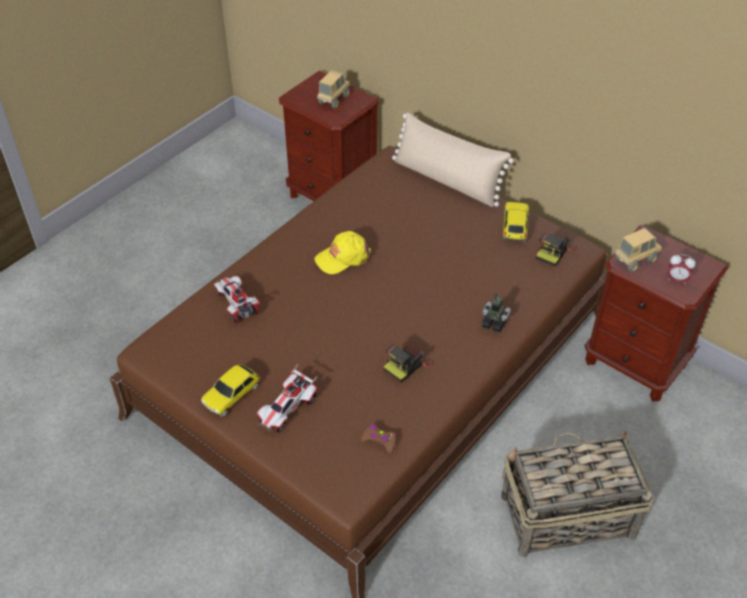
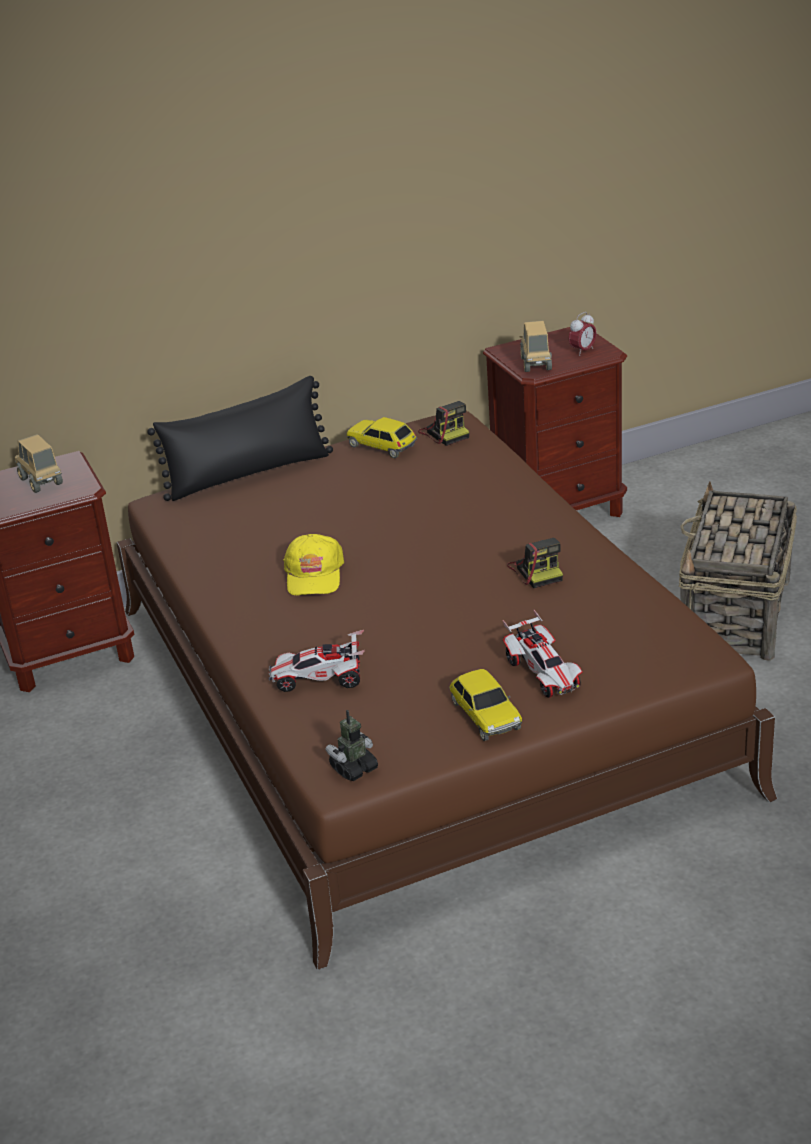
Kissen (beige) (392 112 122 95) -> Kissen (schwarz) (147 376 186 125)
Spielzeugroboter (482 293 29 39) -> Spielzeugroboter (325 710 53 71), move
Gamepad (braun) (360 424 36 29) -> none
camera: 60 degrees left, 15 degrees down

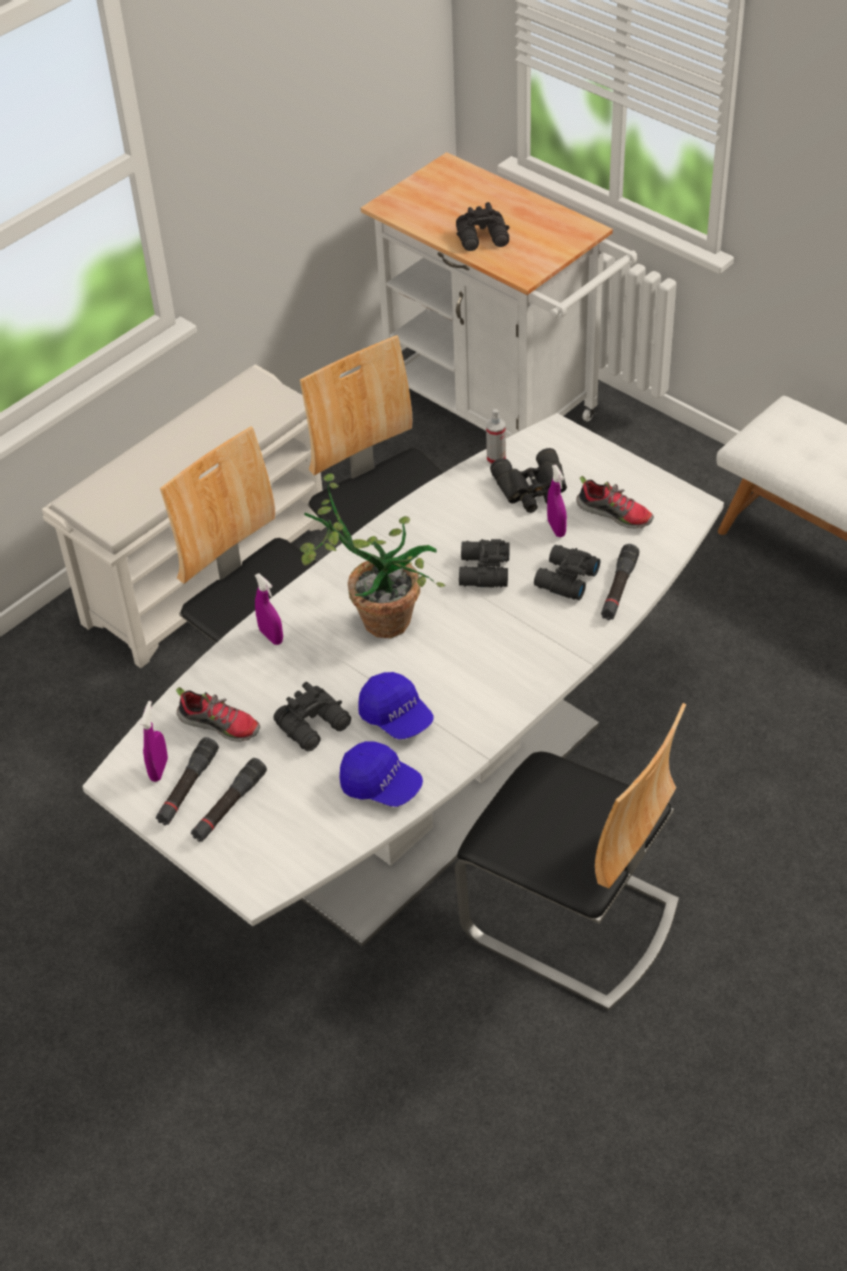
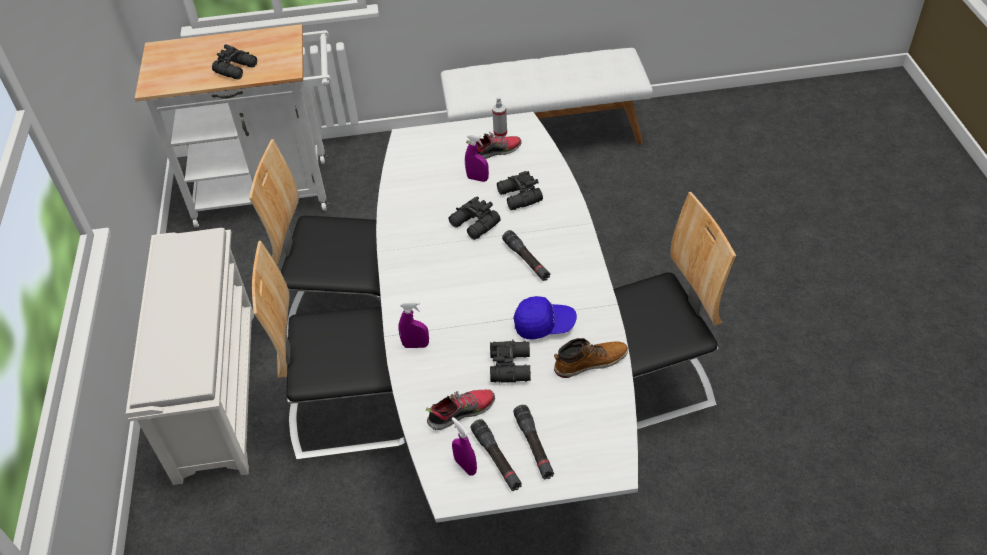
Sprühflasche (486 409 20 55) -> Sprühflasche (492 97 15 40), move
Taschenlampe (schwarz) (601 544 38 76) -> Taschenlampe (schwarz) (502 230 48 51), move
Kappe (blau) (340 741 83 66) -> Stiefel (554 338 74 40)
Topfpflanze (300 473 146 165) -> none
Fernglas (schwarz) (490 448 77 65) -> none
camera: 50 degrees left, 0 degrees up

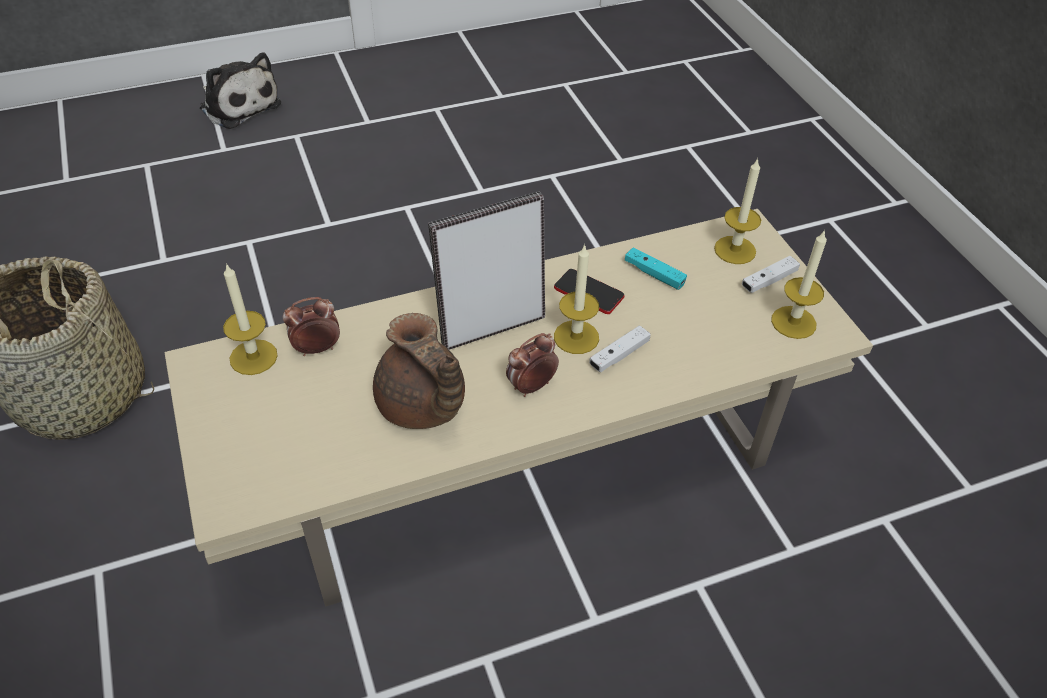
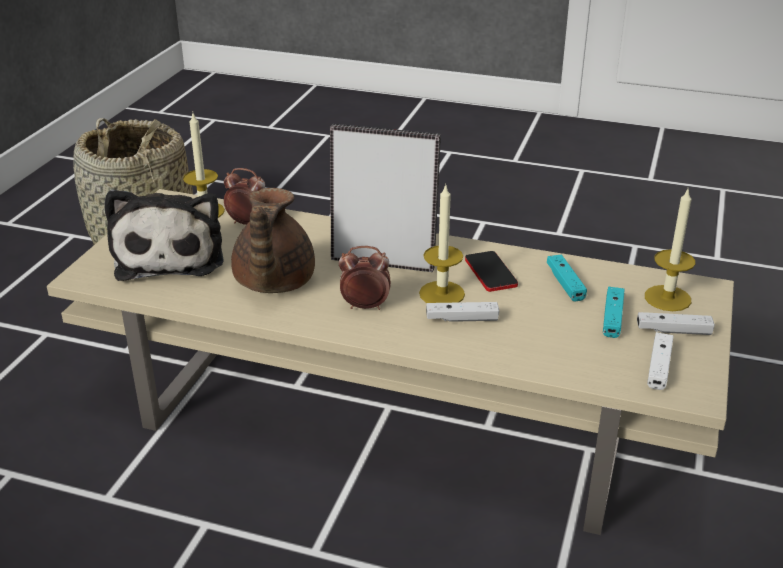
Plüschtier (200 52 81 77) -> Plüschtier (104 189 120 92), move
none -> Gamepad (türkis) (603 287 22 51)
Kerze (771 230 56 109) -> Gamepad (weiß) (647 332 27 58)
camera: 40 degrees right, 15 degrees down

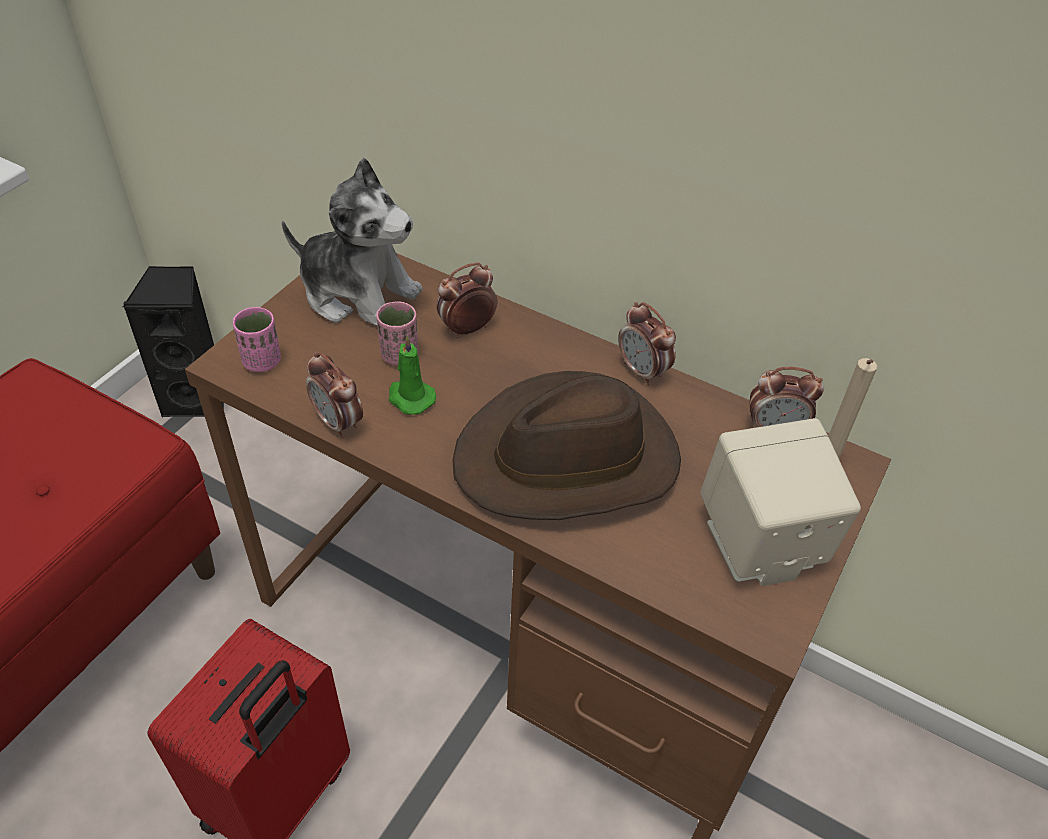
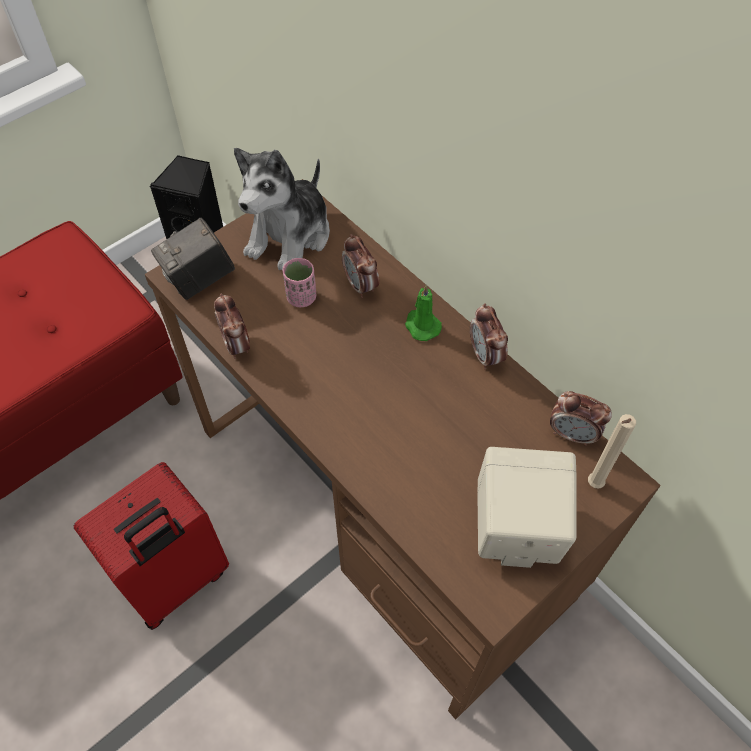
Tasse (rosa) (233 307 48 65) -> Kamera (151 218 84 82)
Plüschtier (282 157 141 169) -> Plüschtier (234 148 96 123), 75 degrees clockwise
Wecker (437 263 61 75) -> Wecker (342 234 37 64), 105 degrees counterclockwise
Kerze (grün) (389 335 47 80) -> Kerze (grün) (405 285 37 56), move
Hut (braun) (452 371 229 149) -> none
camera: 20 degrees right, 10 degrees up

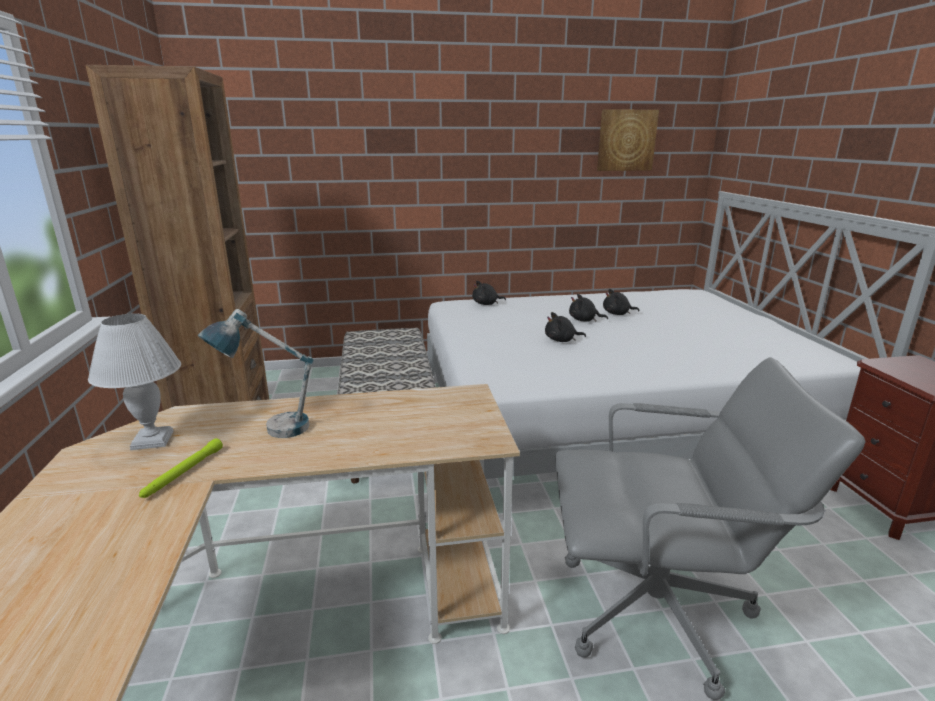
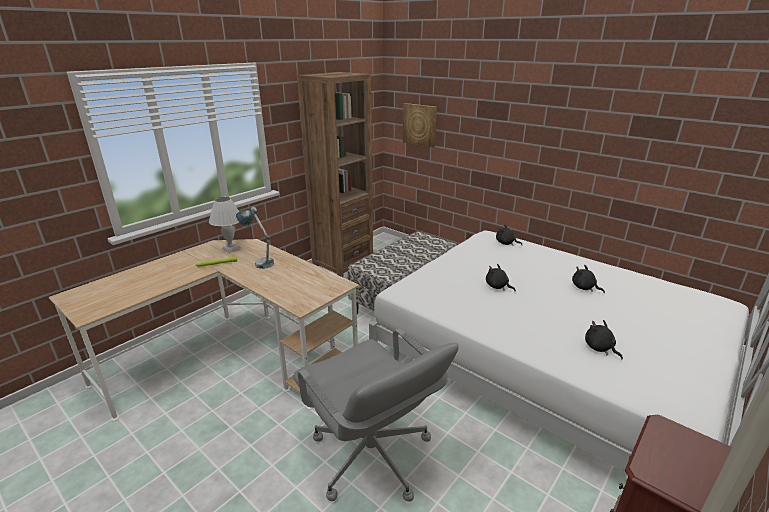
Bild (597 109 62 62) -> Bild (403 103 34 44), move
Plüschtier (schwarz) (569 294 39 28) -> Plüschtier (schwarz) (585 320 38 40), move
camera: 50 degrees right, 5 degrees up

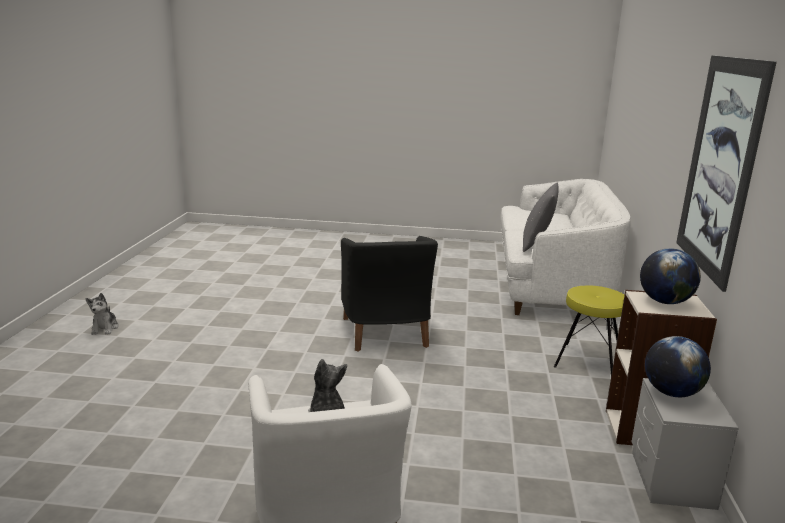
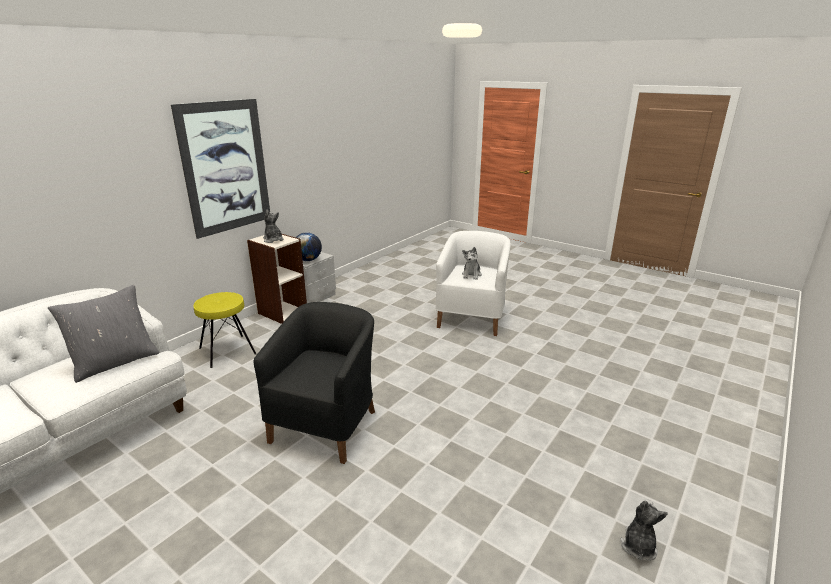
Globus (640 248 61 56) -> Plüschtier (263 210 21 33)
camera: 150 degrees left, 5 degrees up

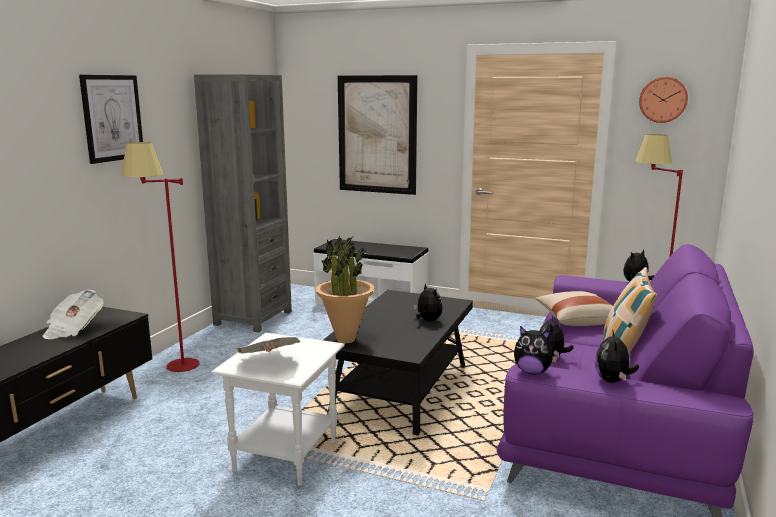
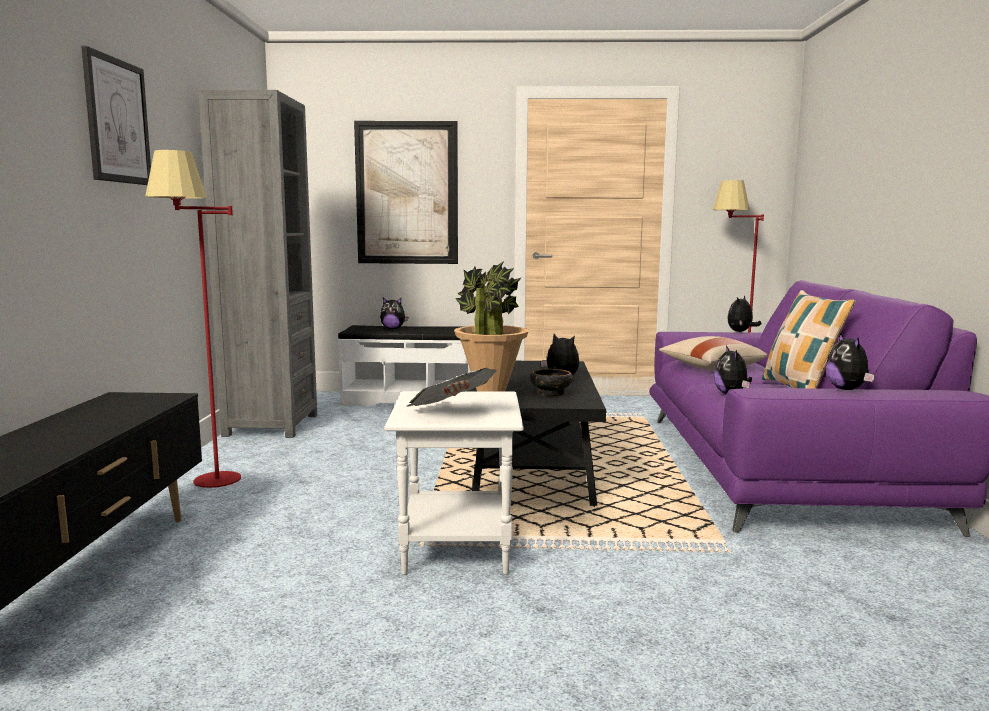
Plüschtier (514 326 44 48) -> Plüschtier (380 298 28 31), move
none -> Schüssel (530 369 43 27)
Zeitung (43 290 61 49) -> none
Wanduhr (639 77 49 46) -> none
camera: 20 degrees left, 5 degrees down

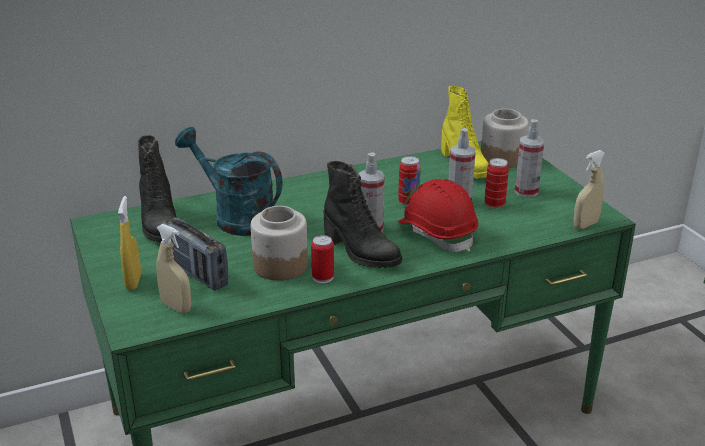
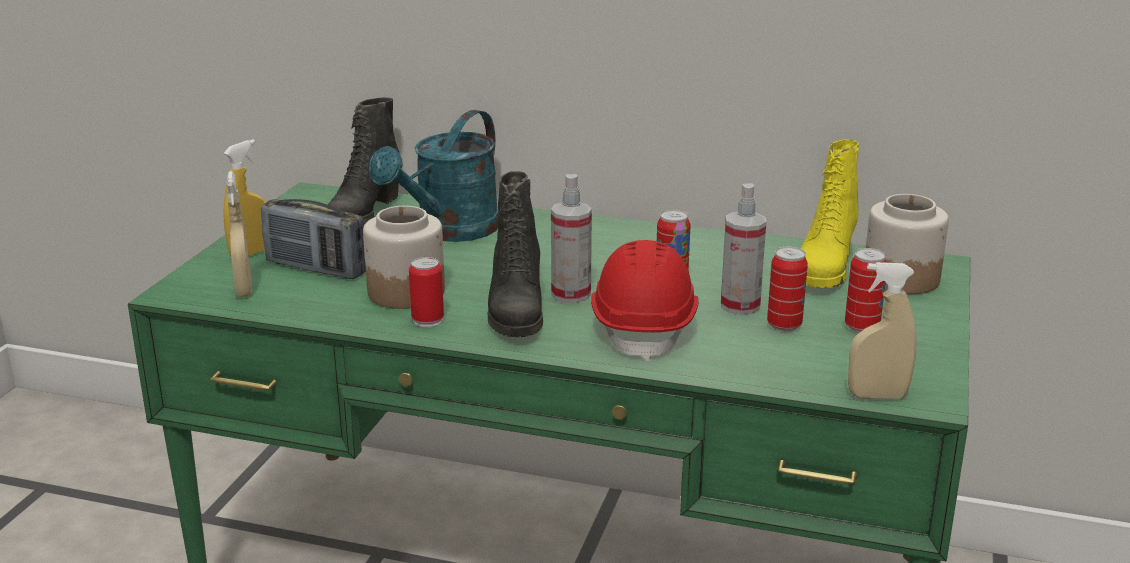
Radio (163 217 65 74) -> Radio (261 199 105 80), 60 degrees counterclockwise
Gießkanne (türkis) (175 127 108 109) -> Gießkanne (türkis) (369 110 129 132), 135 degrees counterclockwise
Sprühflasche (515 119 29 78) -> Dose (845 248 42 85)
camera: 40 degrees right, 5 degrees down

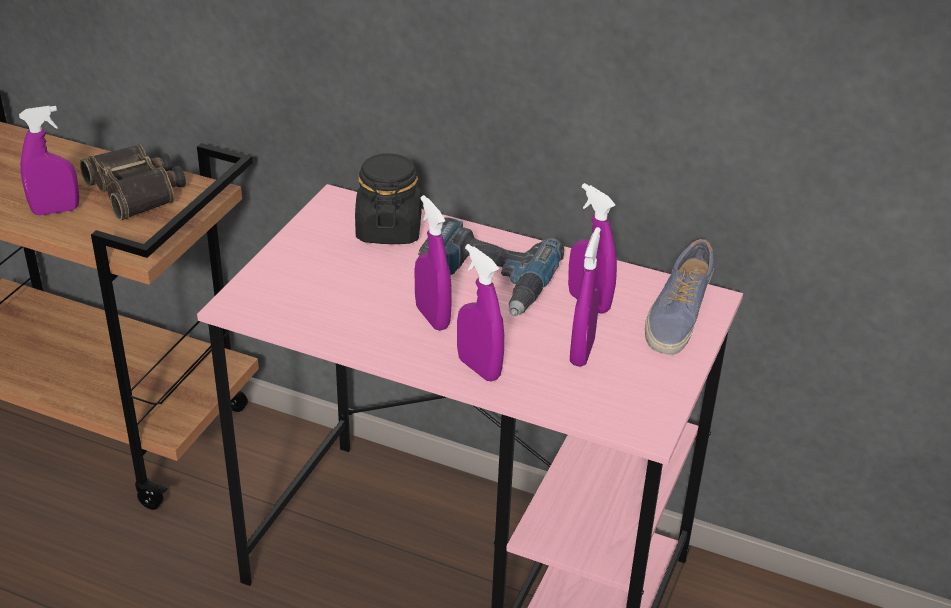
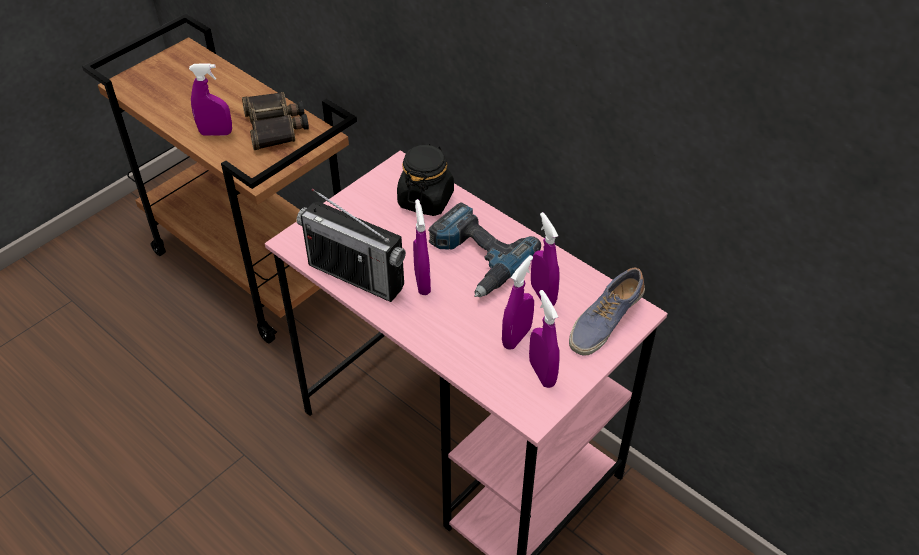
none -> Radio (297 188 109 114)
Sprühflasche (lila) (457 244 47 138) -> Sprühflasche (lila) (529 290 31 98), move
camera: 20 degrees right, 10 degrees up

